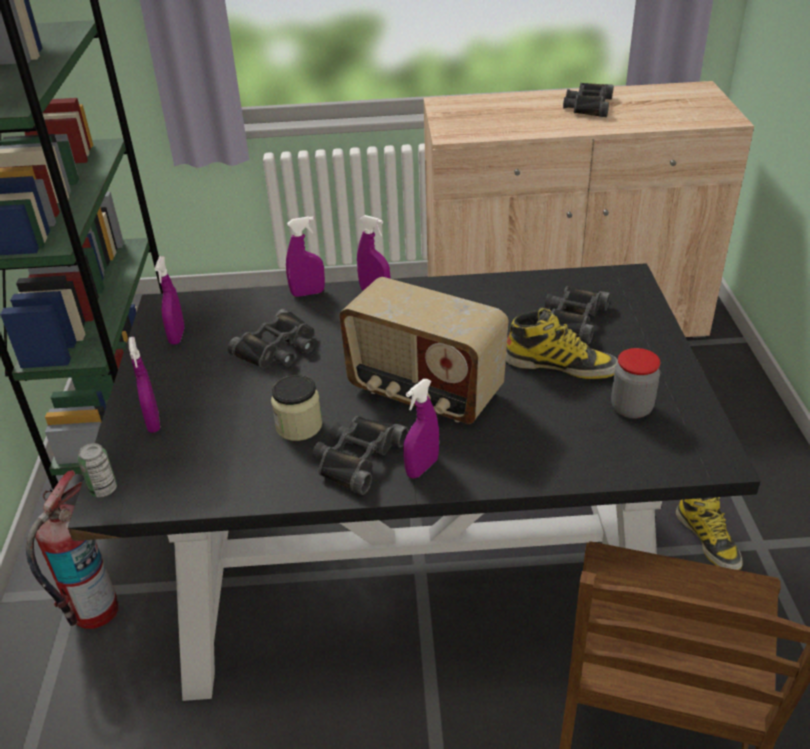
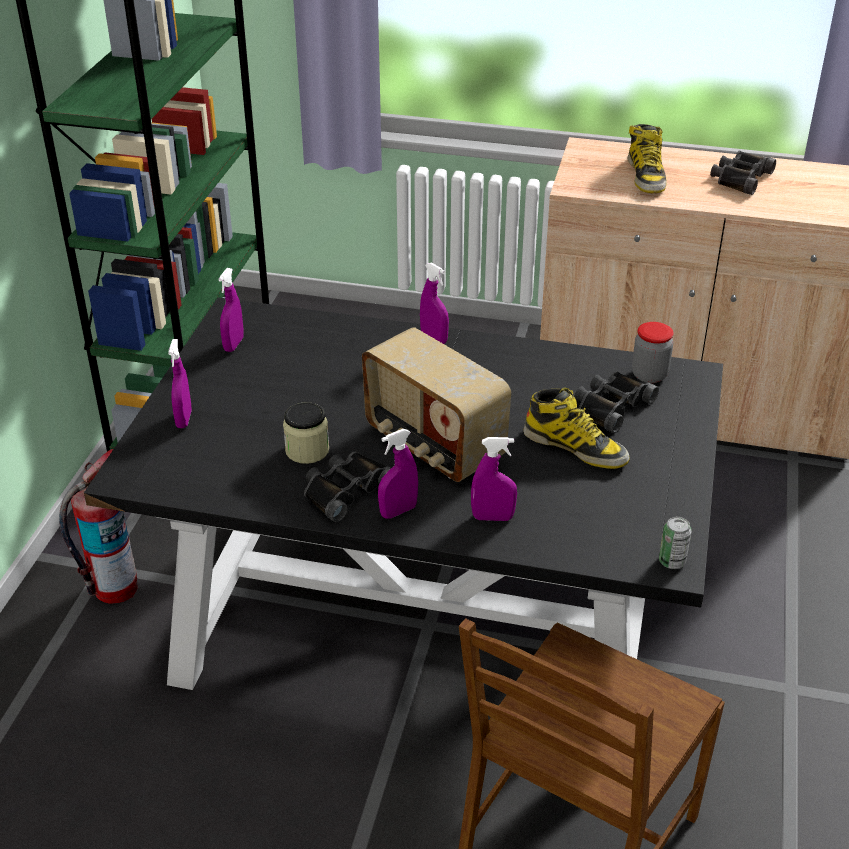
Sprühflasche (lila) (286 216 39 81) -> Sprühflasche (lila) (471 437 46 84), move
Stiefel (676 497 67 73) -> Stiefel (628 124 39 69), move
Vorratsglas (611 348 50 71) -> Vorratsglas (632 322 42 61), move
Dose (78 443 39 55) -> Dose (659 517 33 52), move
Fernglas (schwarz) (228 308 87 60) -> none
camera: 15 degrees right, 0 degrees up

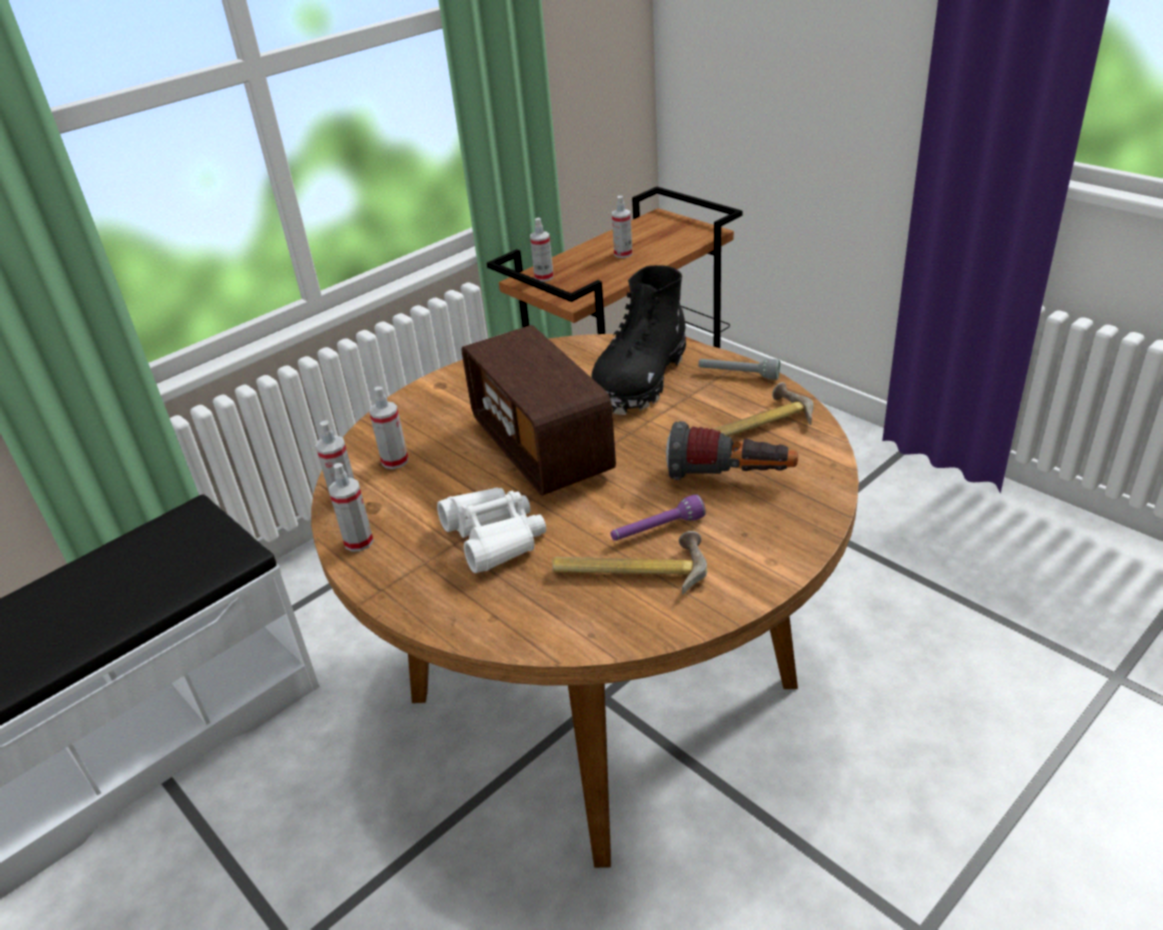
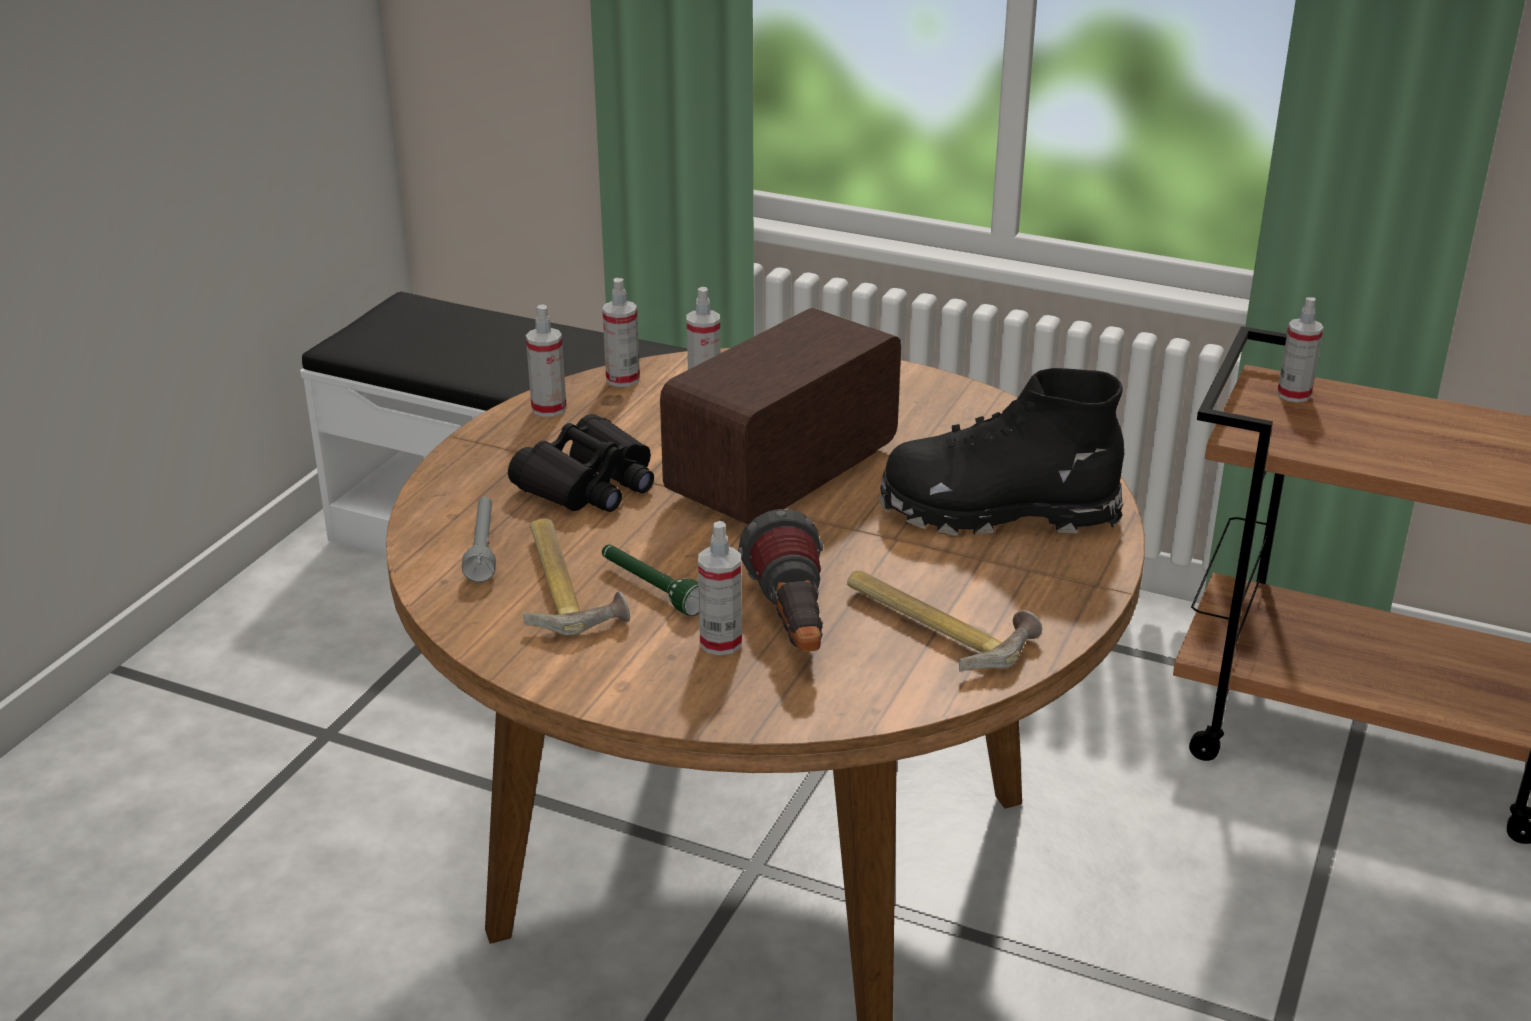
Taschenlampe (grau) (698 359 82 21) -> Taschenlampe (grau) (462 497 34 85), move
Fernglas (weiß) (437 487 109 86) -> Fernglas (schwarz) (508 414 146 98)
Taschenlampe (lila) (610 494 96 47) -> Taschenlampe (grün) (602 545 97 71)
Sprühflasche (612 196 20 62) -> Sprühflasche (698 521 44 134), move
camera: 65 degrees right, 5 degrees down

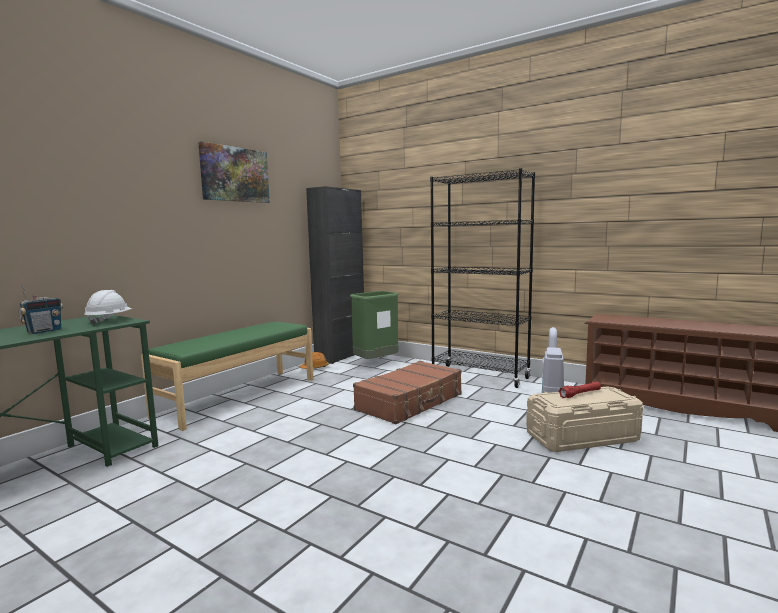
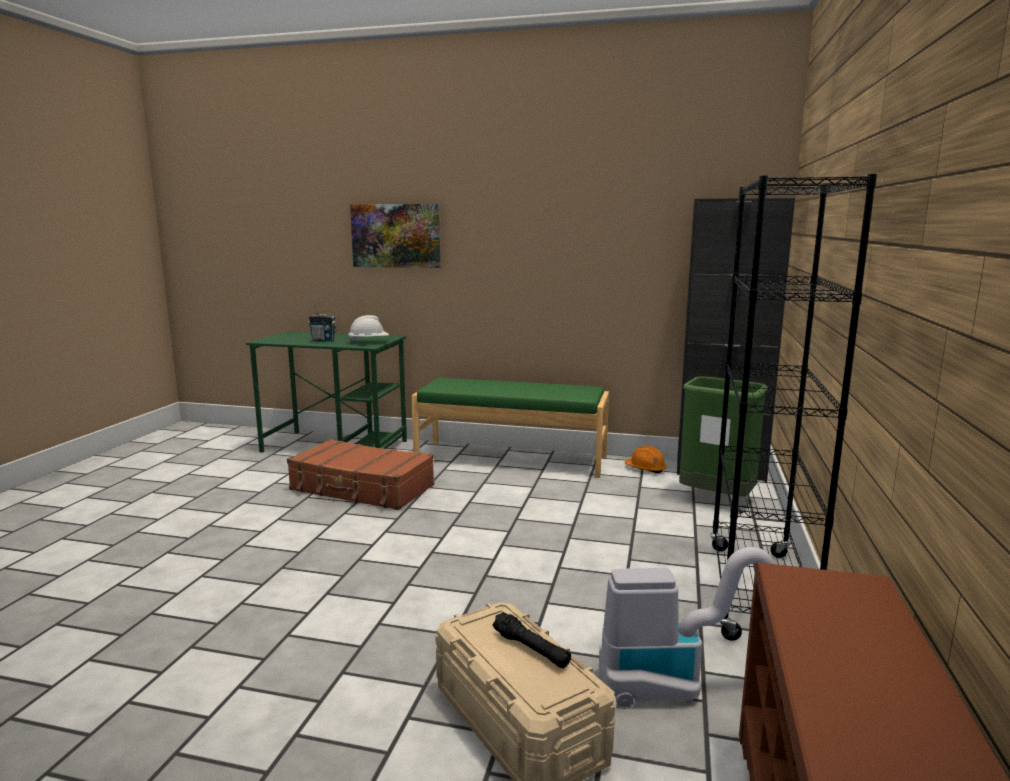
Koffer (braun) (353 361 109 63) -> Koffer (braun) (287 439 147 71), move
Bild (198 141 72 62) -> Bild (350 204 90 64), move
Taschenlampe (rot) (558 382 43 16) -> Taschenlampe (schwarz) (492 612 79 56)
camera: 70 degrees right, 5 degrees up

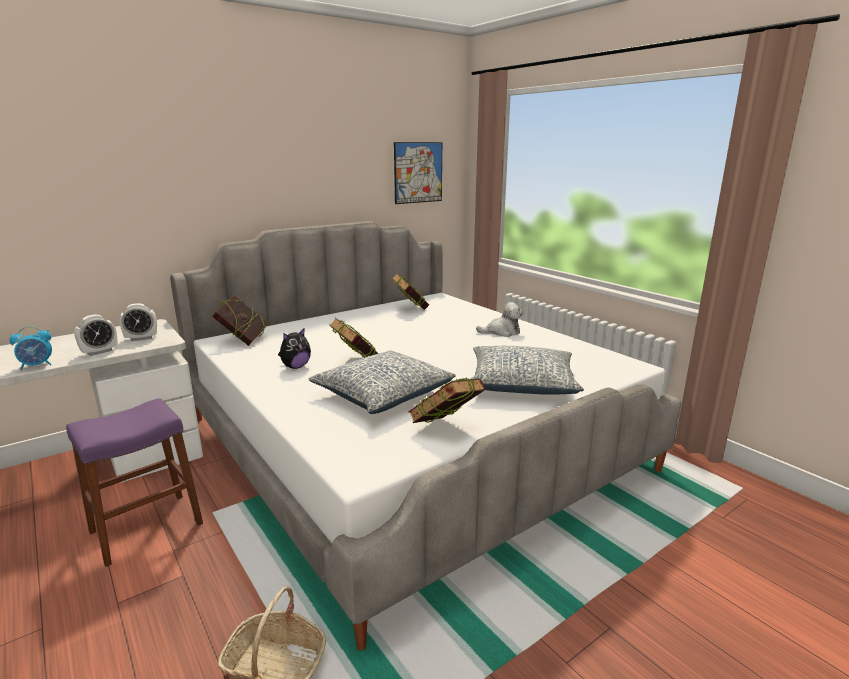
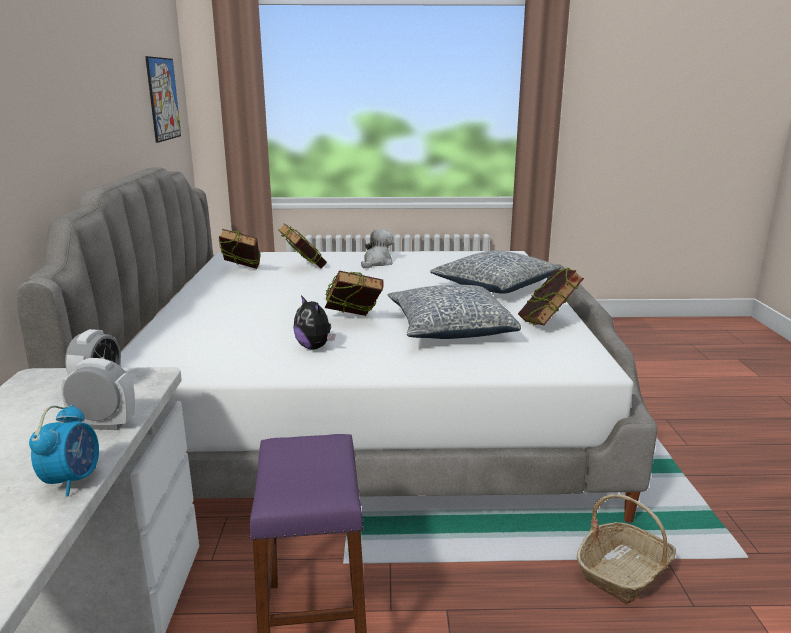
Wecker (74 314 43 42) -> Wecker (61 358 74 72), 75 degrees counterclockwise
Buch (212 295 57 51) -> Buch (278 223 49 45), move
Plüschtier (278 329 33 40) -> Plüschtier (294 295 42 55), 150 degrees clockwise
camera: 55 degrees left, 0 degrees up

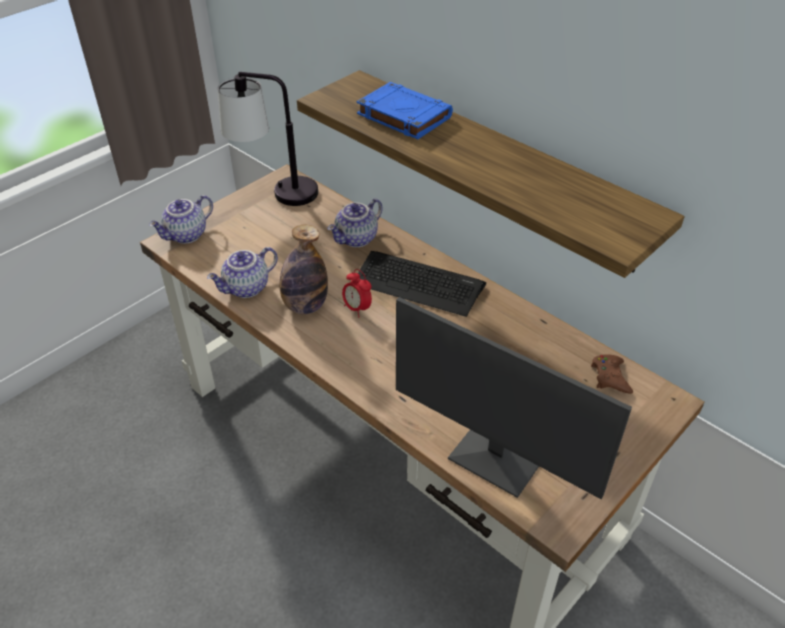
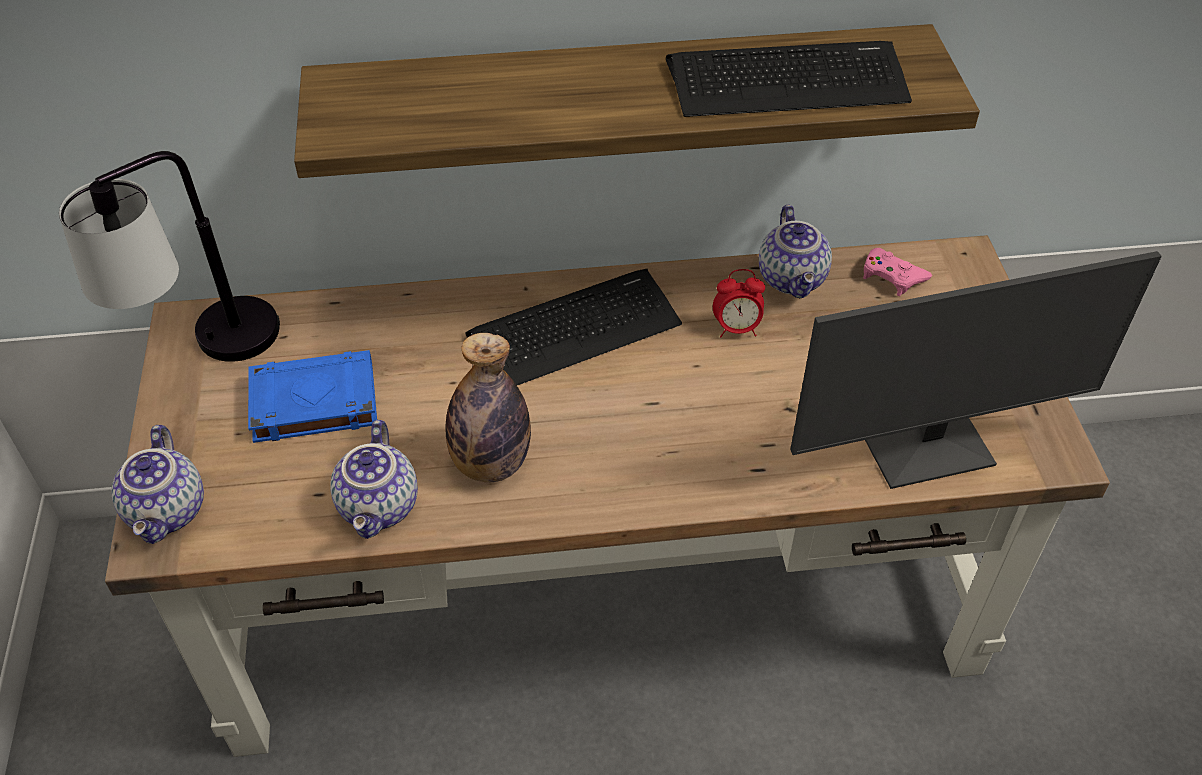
Buch (blau) (357 82 96 57) -> Buch (blau) (248 350 129 93), move
none -> Tastatur (666 41 246 76)
Wecker (342 269 30 48) -> Wecker (713 269 52 68), move
Teekanne (327 198 56 49) -> Teekanne (759 205 73 93), move
Gamepad (braun) (591 354 42 40) -> Gamepad (rosa) (863 248 69 48)
camera: 50 degrees left, 5 degrees up

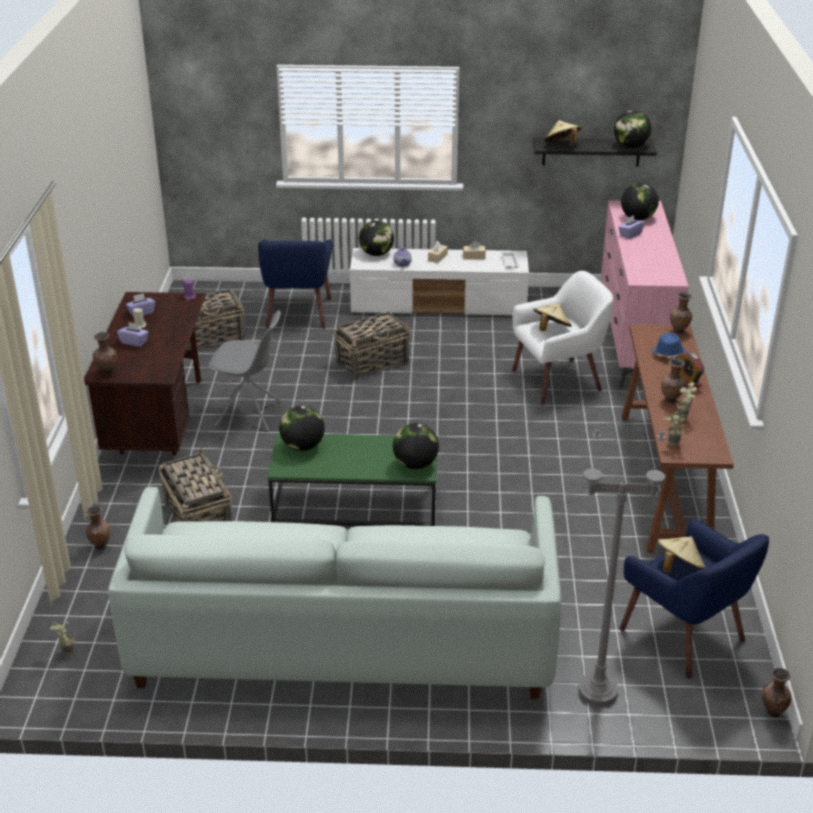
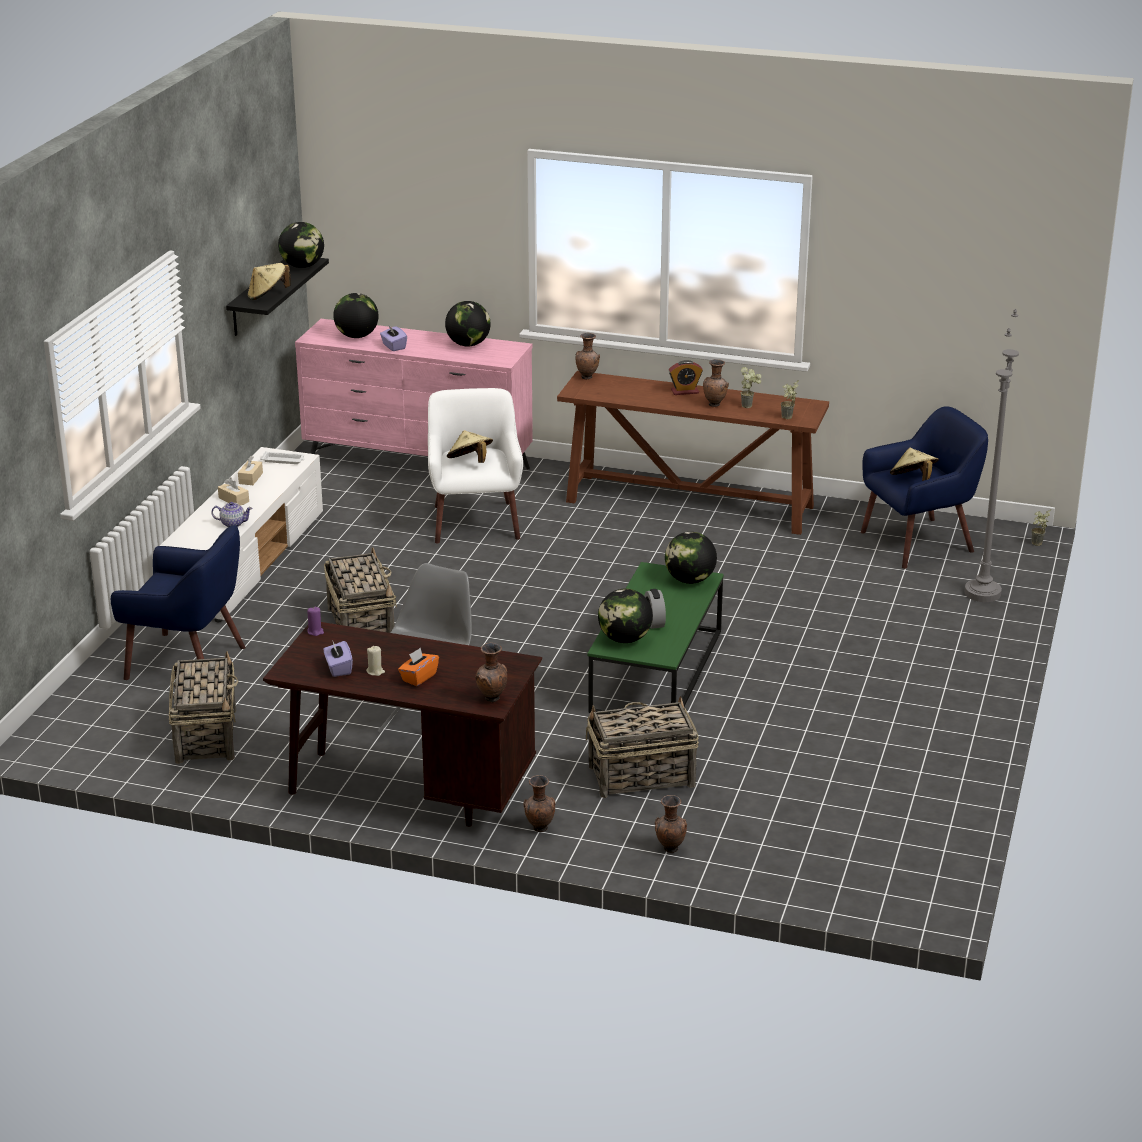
Taschentuchbox (lila) (117 322 32 25) -> Taschentuchbox (orange) (398 648 41 38)
Globus (359 221 35 35) -> Globus (445 301 46 46), move
Vase (braun) (762 668 29 50) -> Vase (braun) (524 775 32 57), move
none -> Wecker (644 589 22 40)
Topfpflanze (50 622 24 34) -> Topfpflanze (1032 510 19 36), move
Sofa (weiß) (108 487 453 212) -> none
Hut (blau) (652 333 34 25) -> none
camera: 75 degrees left, 5 degrees down

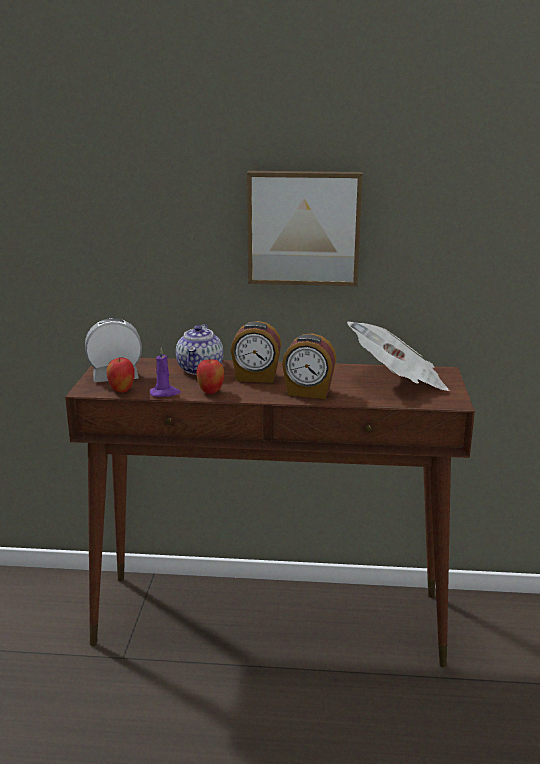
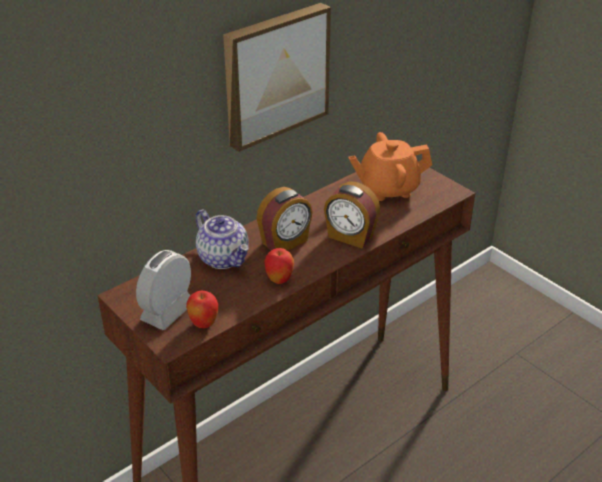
Wecker (282 333 54 66) -> Wecker (324 182 56 67), 60 degrees clockwise
Zeitung (347 321 103 70) -> Teekanne (orange) (348 132 84 69)
Kerze (lila) (150 347 30 50) -> none
camera: 45 degrees left, 15 degrees up

